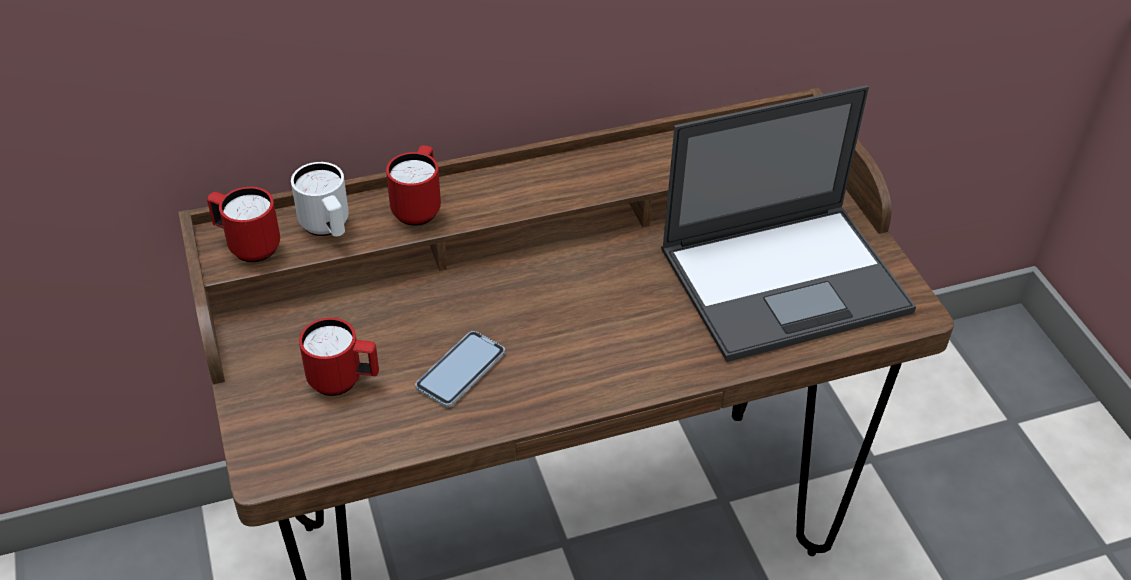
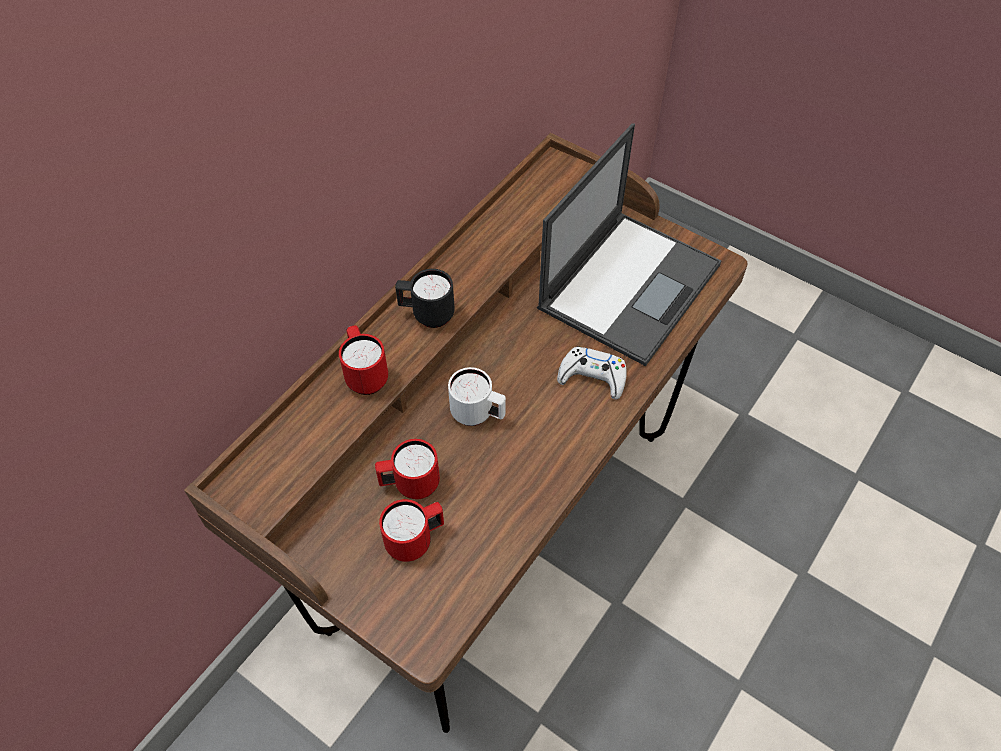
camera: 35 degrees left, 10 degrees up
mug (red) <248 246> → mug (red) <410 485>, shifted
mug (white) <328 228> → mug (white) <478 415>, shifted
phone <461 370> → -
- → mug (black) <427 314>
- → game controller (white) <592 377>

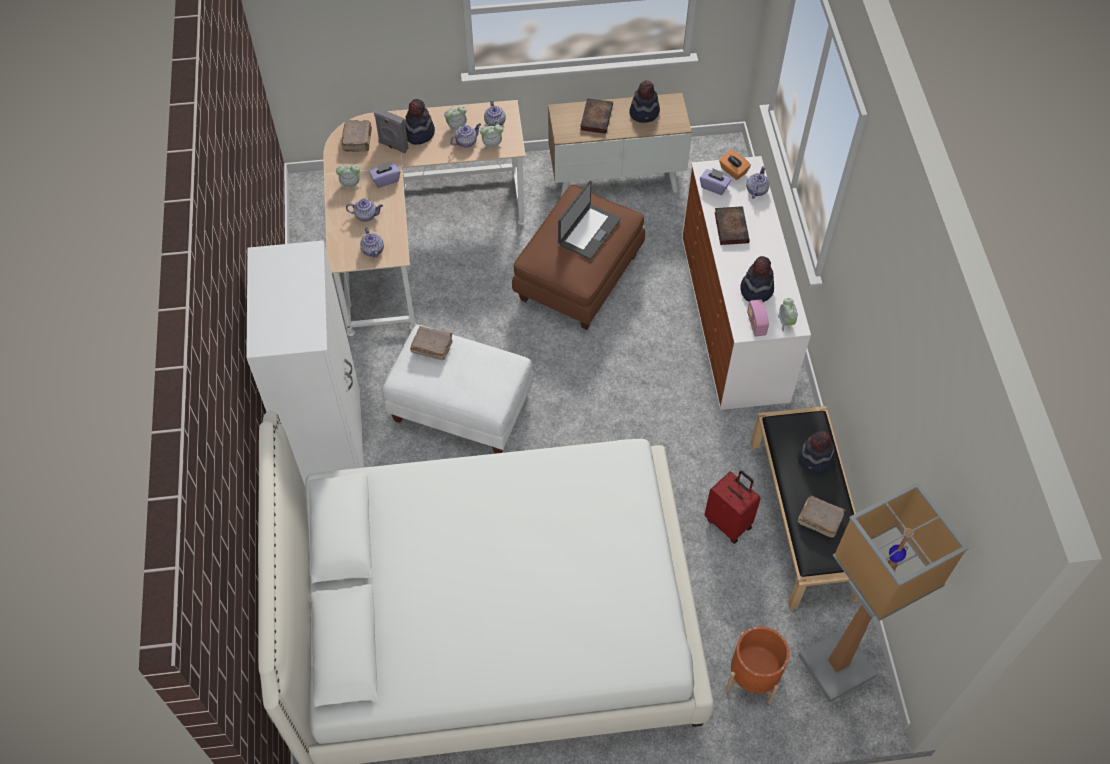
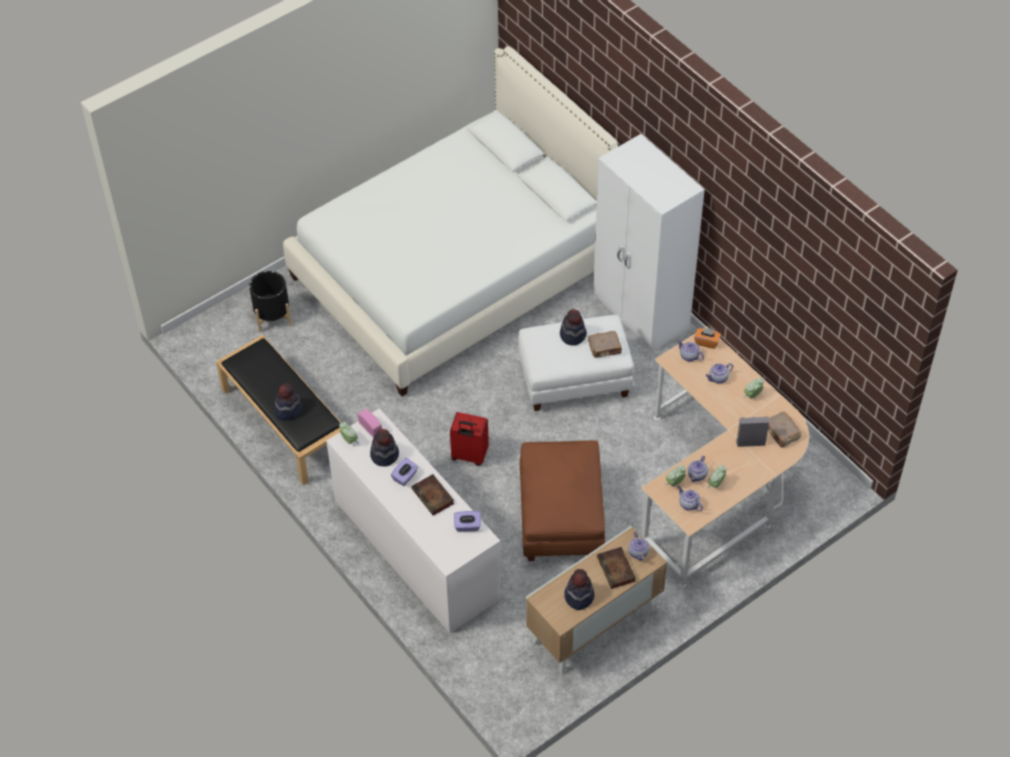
camera: 150 degrees right, 5 degrees down
tissue box (purple) <385 180> → tissue box (purple) <405 477>, shifted
hat <419 133> → hat <573 335>, shifted
laptop <588 231> → -
suitcase (red) <729 522> → suitcase (red) <469 456>, shifted
tissue box (orange) <733 171> → tissue box (orange) <706 342>, shifted
planter (orange) <753 676> → planter (black) <272 316>
teapot <756 190> → teapot <638 552>, shifted
floor lamp <836 667> → -
book (brown) <819 520> → -

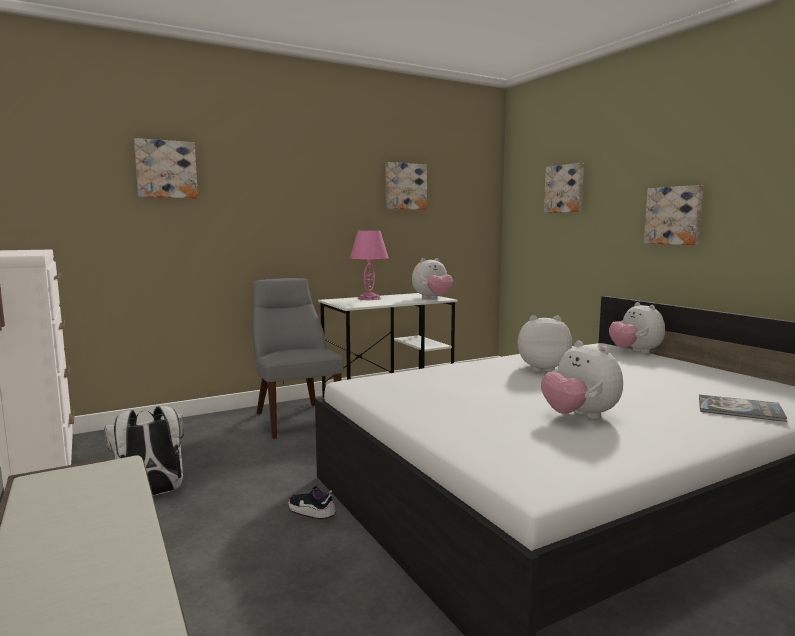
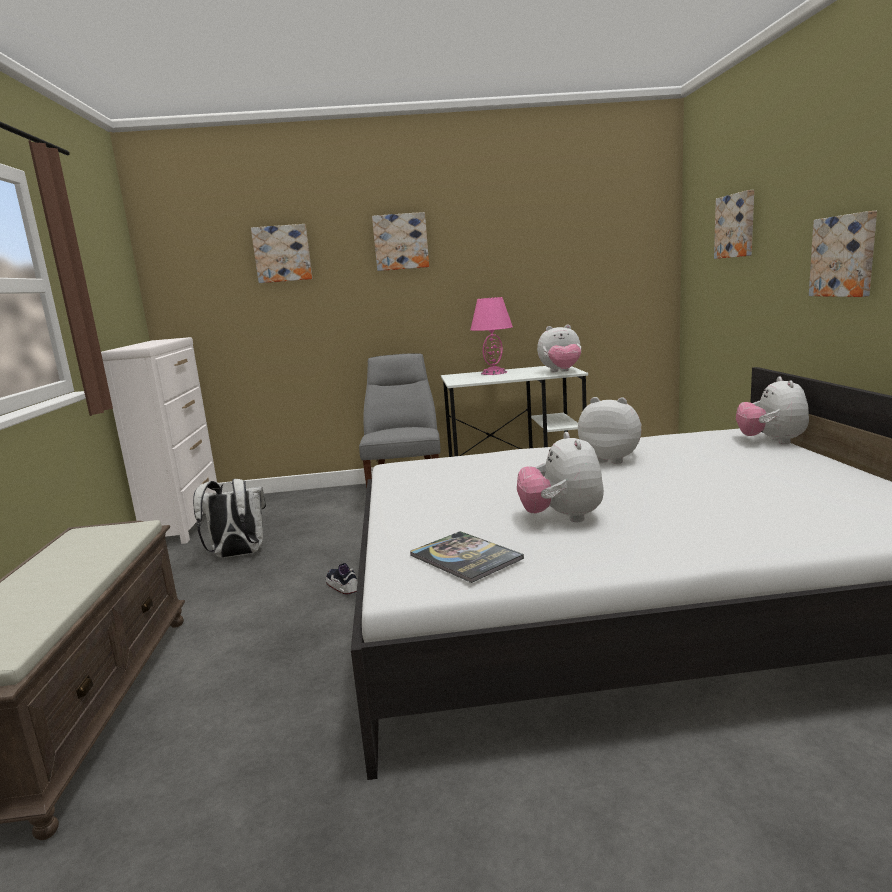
camera: 25 degrees right, 5 degrees up
picture <405 186> → picture <400 242>, shifted
book <739 409> → book <465 557>, shifted

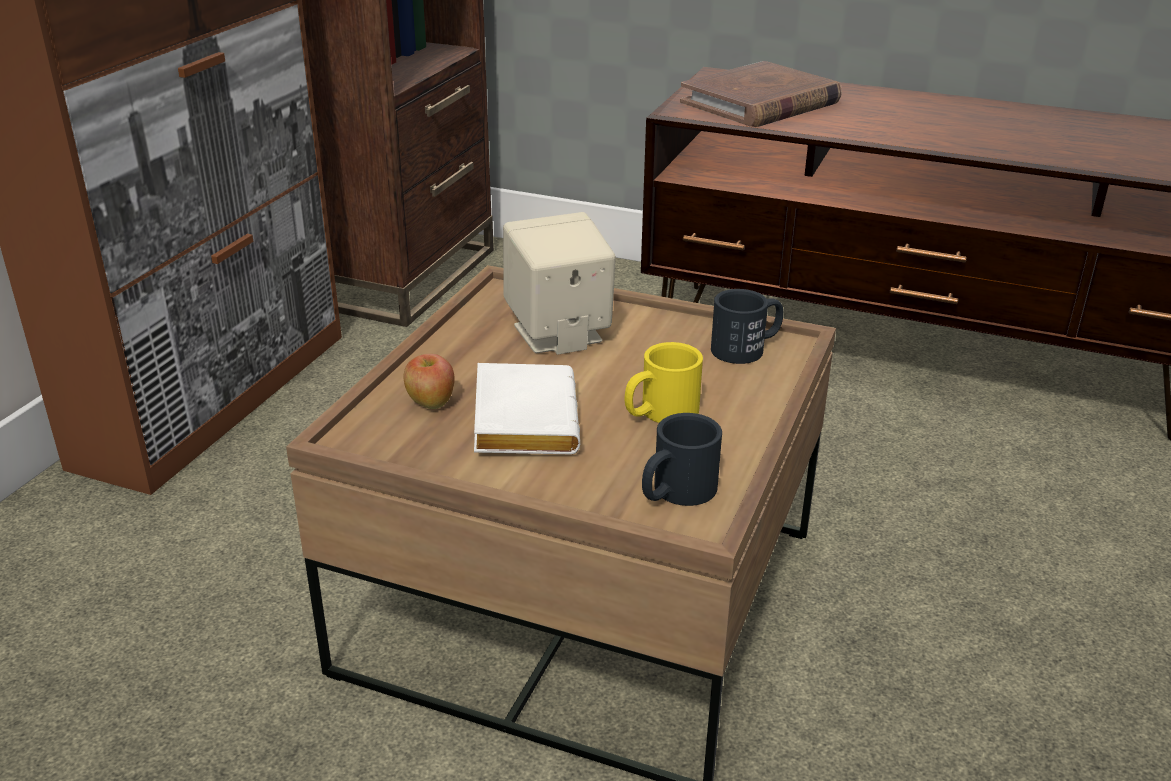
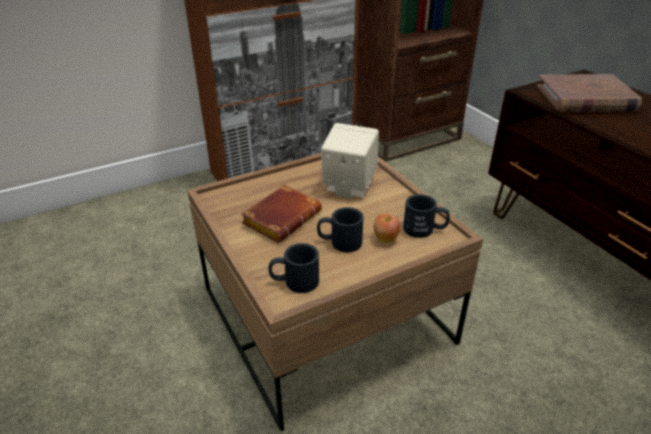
camera: 40 degrees right, 5 degrees up
apple <430 403> → apple <385 239>, shifted
book (white) <521 419> → book (brown) <281 217>
mug (yellow) <659 413> → mug (black) <339 242>

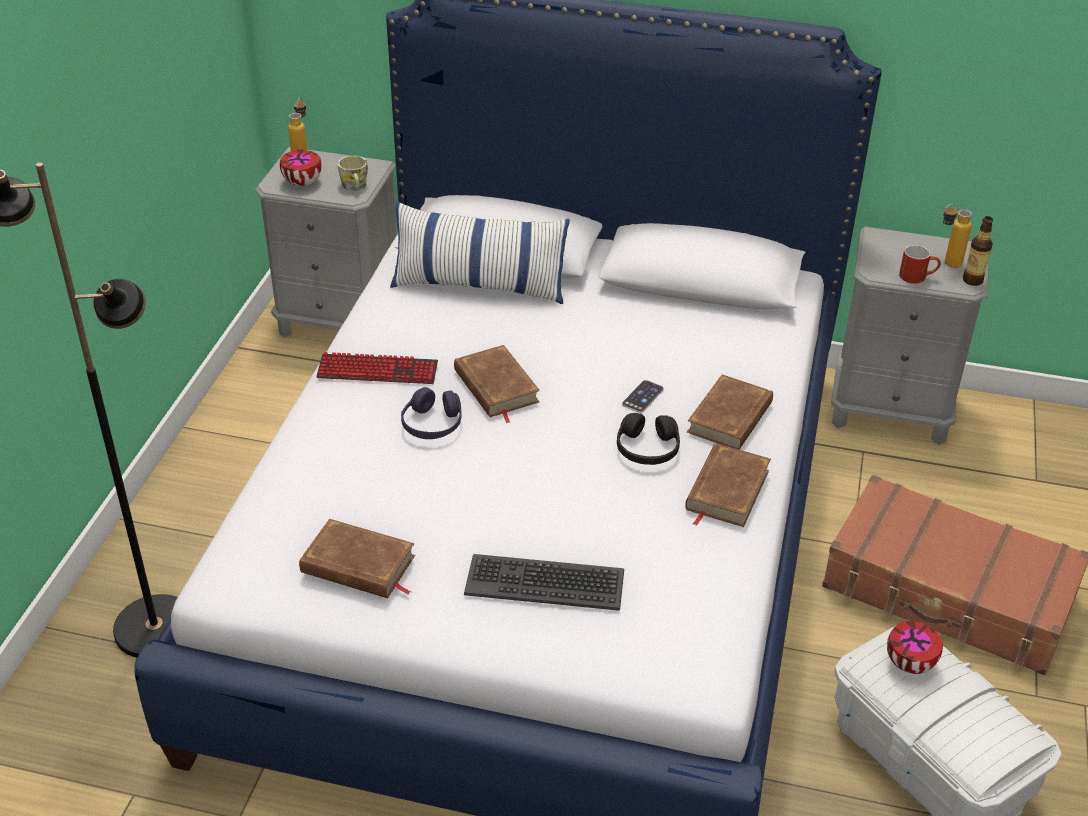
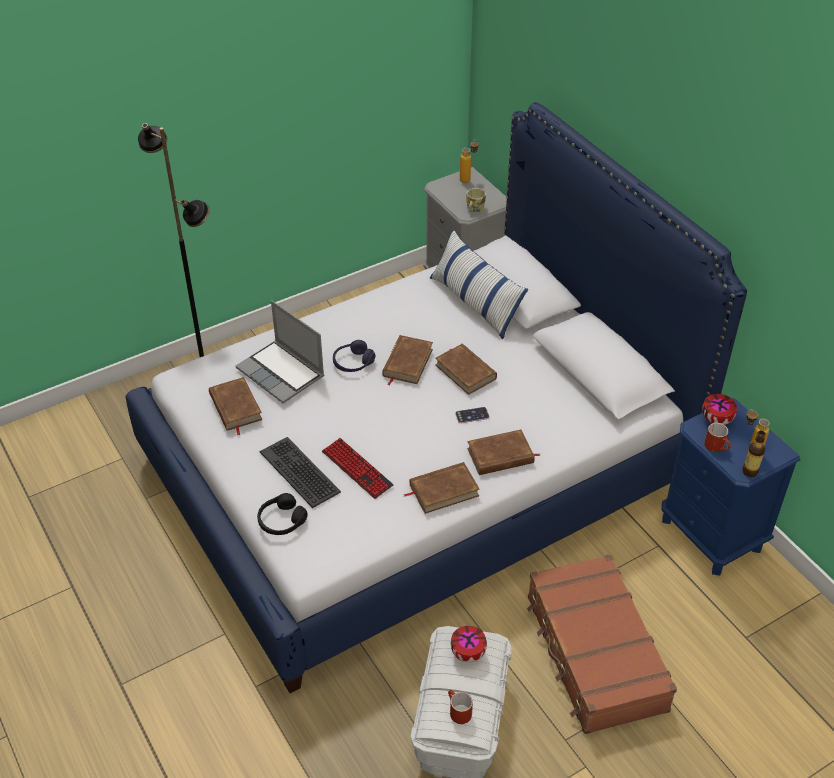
camera: 45 degrees right, 5 degrees up
bowl <302 183> → bowl <716 420>, shifted
keyboard <377 371> → keyboard <357 469>, shifted
headphones (black) <647 448> → headphones (black) <281 520>, shifted
nightstand (grey) <891 410> → nightstand (blue) <712 534>
- → laptop <282 373>
- → book (brown) <465 371>
- → mug (red) <457 711>

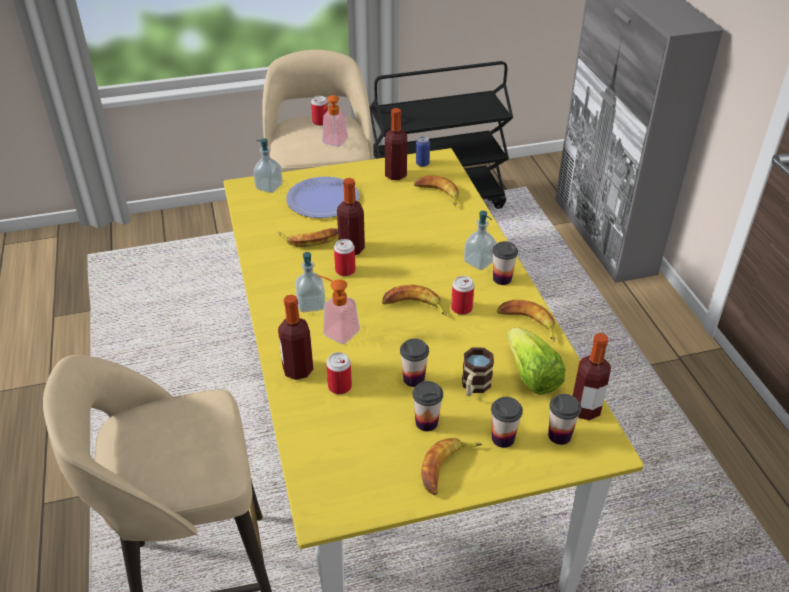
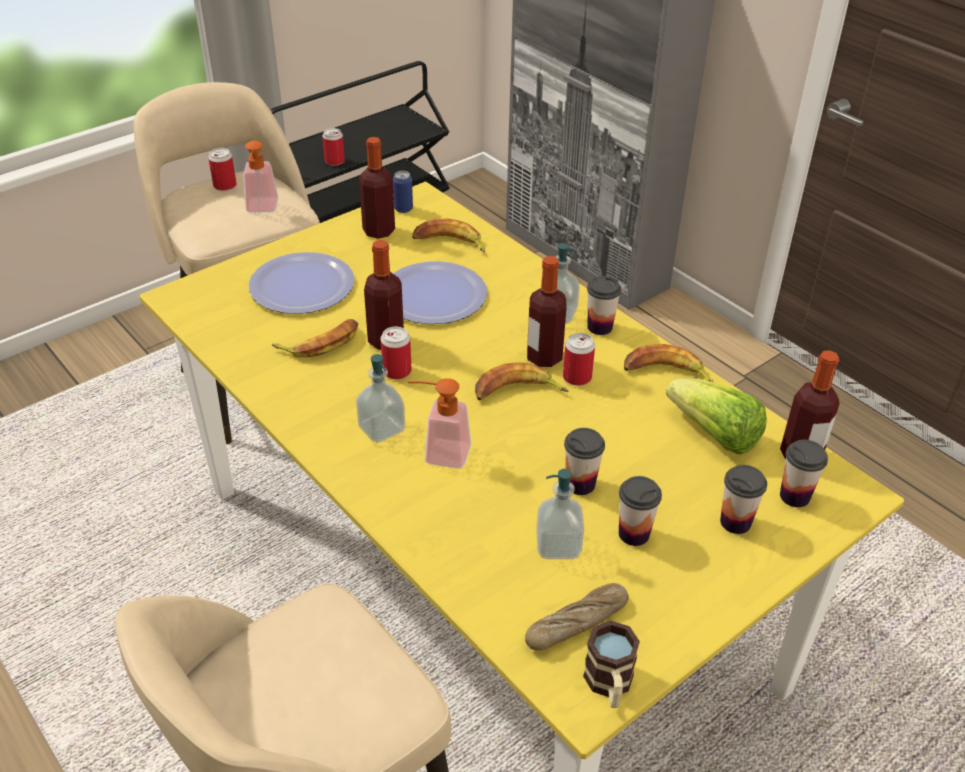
camera: 25 degrees left, 0 degrees up
soap dispenser <269 187> → soap dispenser <558 545>, shifted
bottle <298 370> → bottle <544 357>, shifted
can <339 386> → can <334 161>, shifted
banana <447 468> → -
mug <474 387> → mug <609 685>, shifted
- → plate <434 295>
- → bread <577 623>

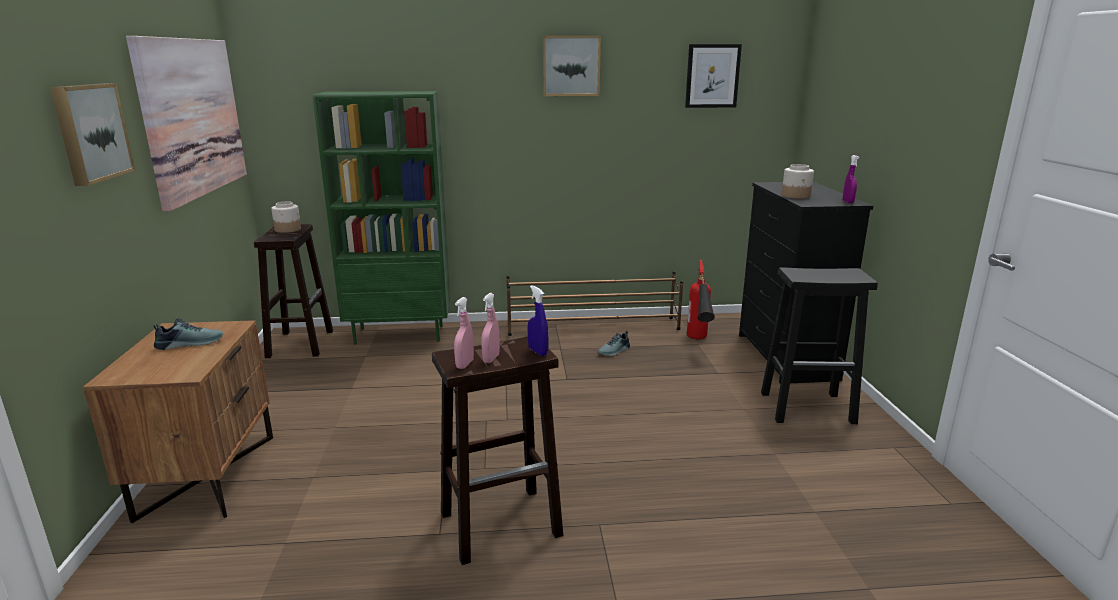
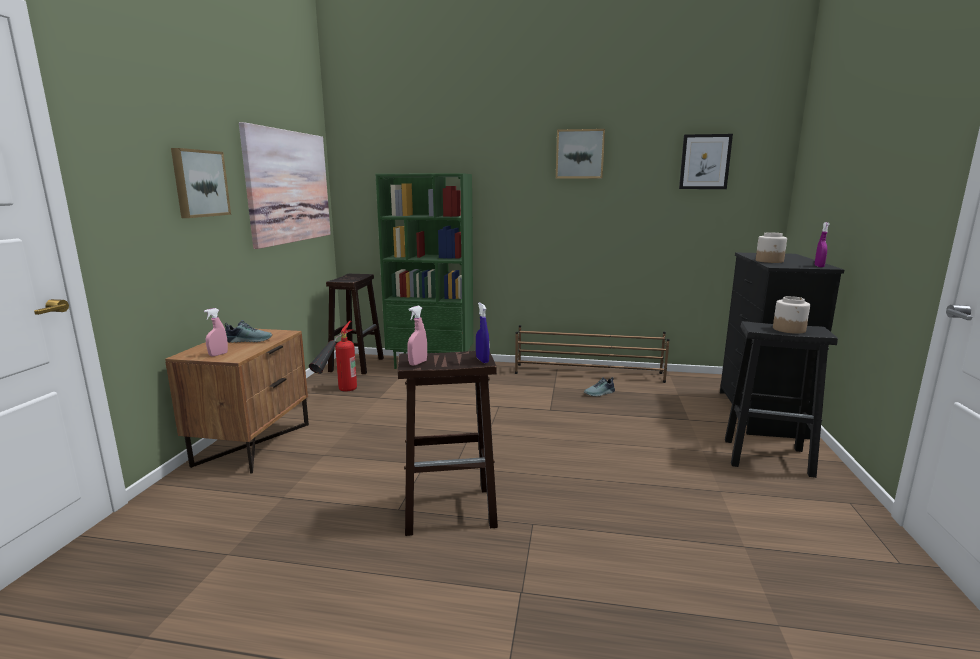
camera: 15 degrees right, 5 degrees down
jar <288 229> → jar <789 329>, shifted
spray bottle (pink) <491 359> → spray bottle (pink) <218 354>, shifted
fire extinguisher <698 343> → fire extinguisher <337 394>, shifted

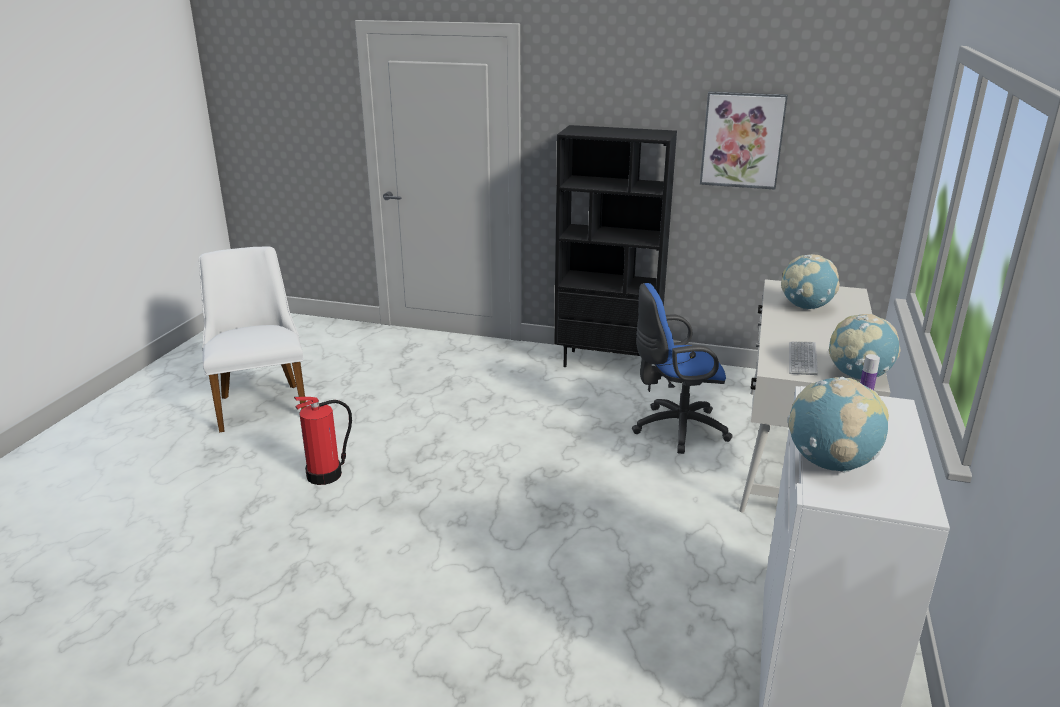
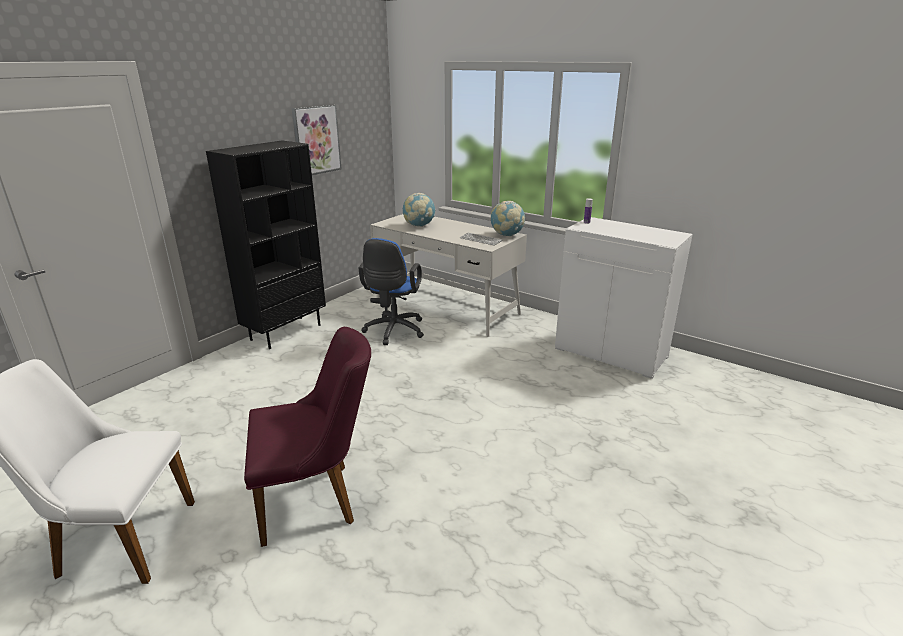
camera: 70 degrees left, 0 degrees up
fire extinguisher <325 474> → chair (purple) <317 499>
globe <830 463> → -

